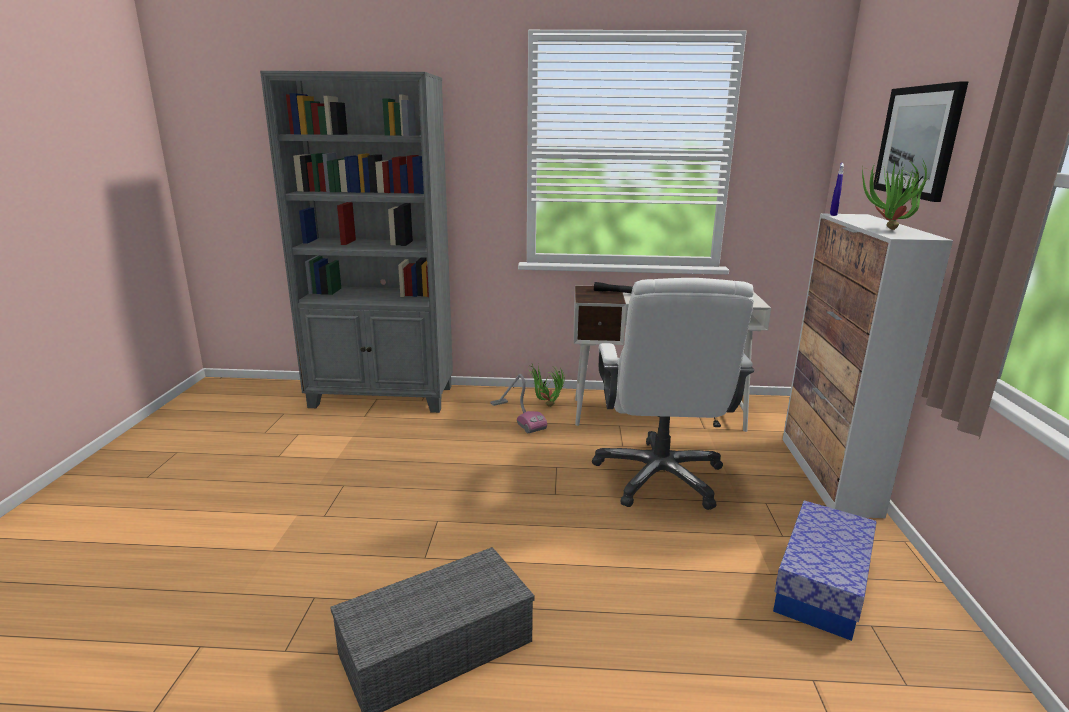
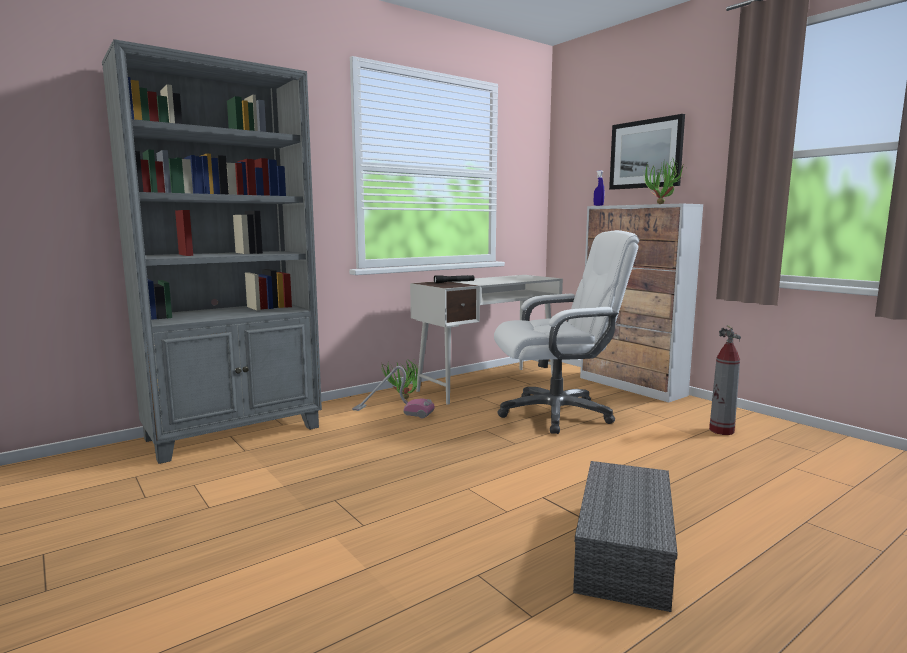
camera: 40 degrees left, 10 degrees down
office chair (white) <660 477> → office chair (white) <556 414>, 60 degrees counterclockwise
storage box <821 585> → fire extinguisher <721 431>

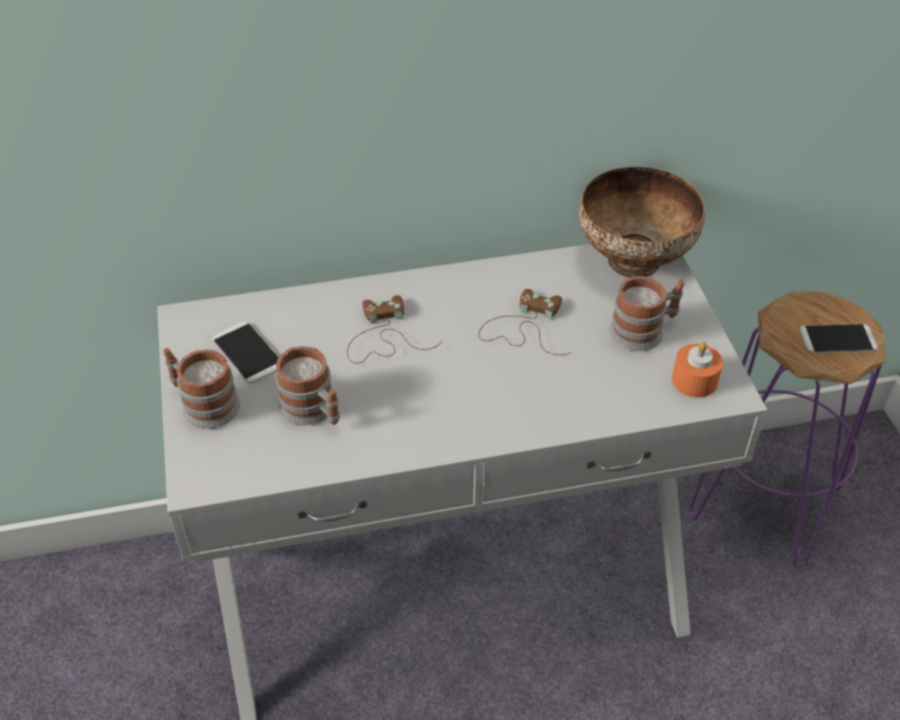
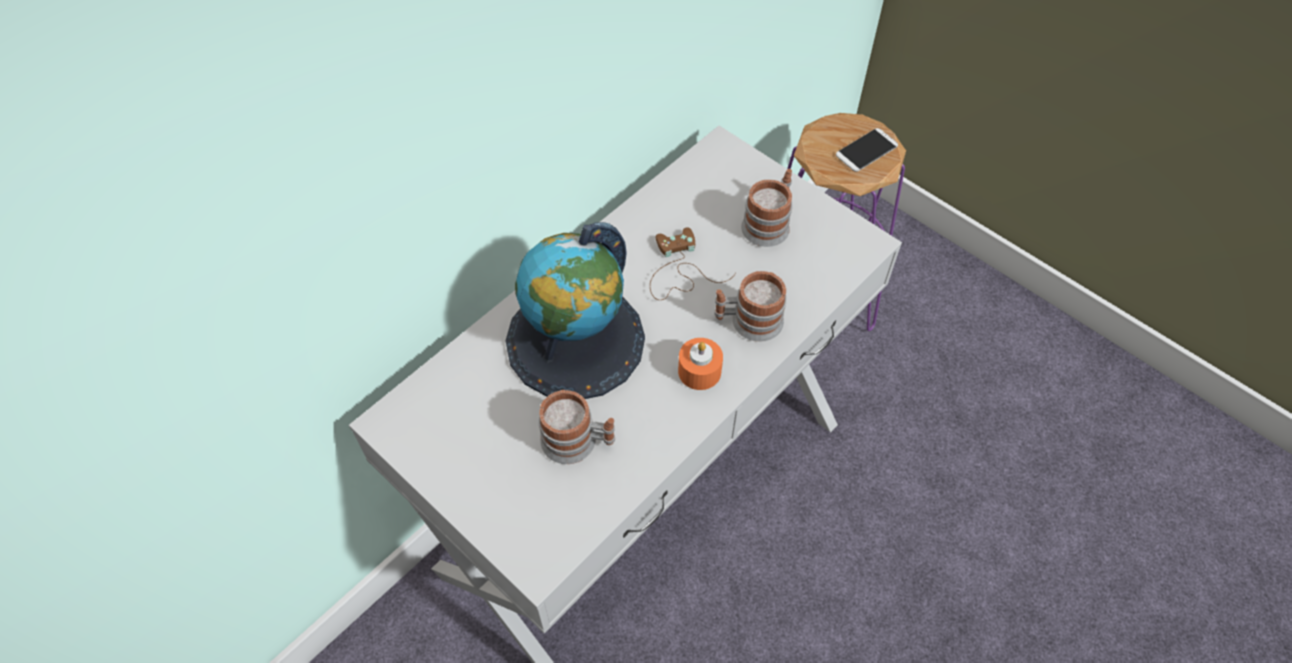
camera: 35 degrees left, 10 degrees up
mug <203 404> → mug <748 321>, shifted
phone <248 353> → -
game controller (brown) <383 336> → globe <575 341>
bowl <635 260> → -
candle (orange) <694 380> → candle (orange) <699 371>, shifted

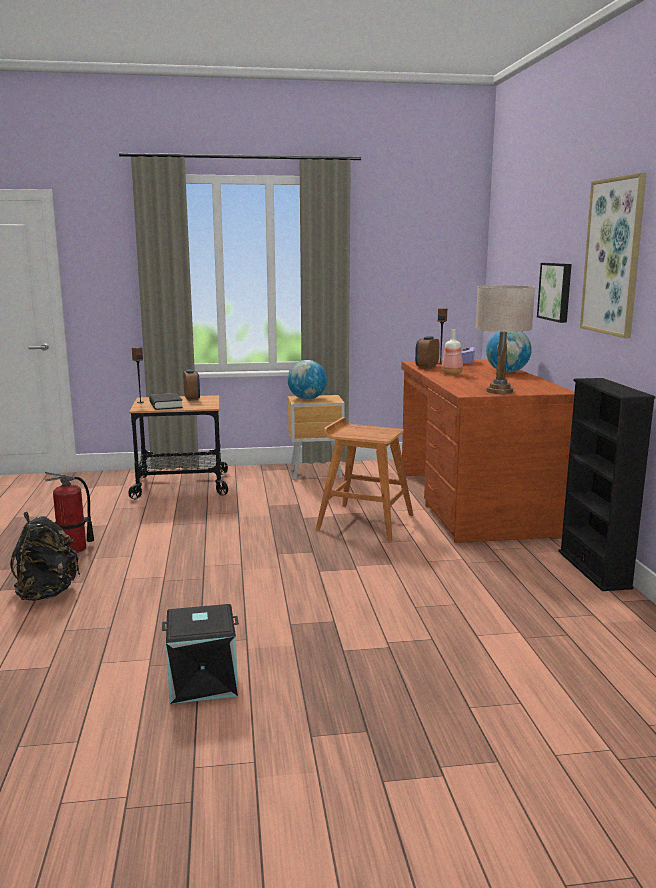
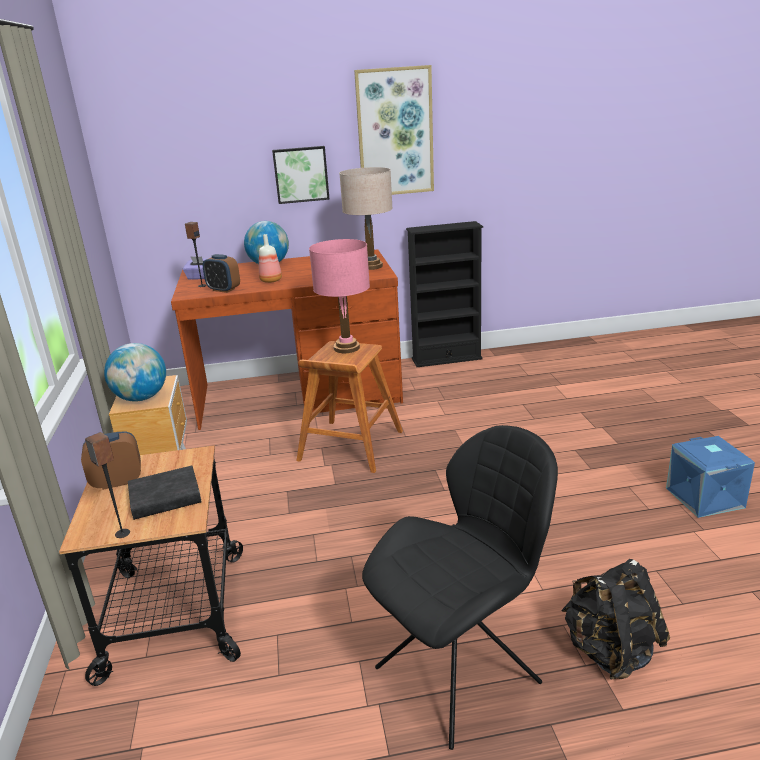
camera: 90 degrees left, 10 degrees up
fire extinguisher <73 549> → chair (black) <462 672>
storage box (black) <203 680> → storage box (blue) <703 497>
- → table lamp (pink) <346 348>

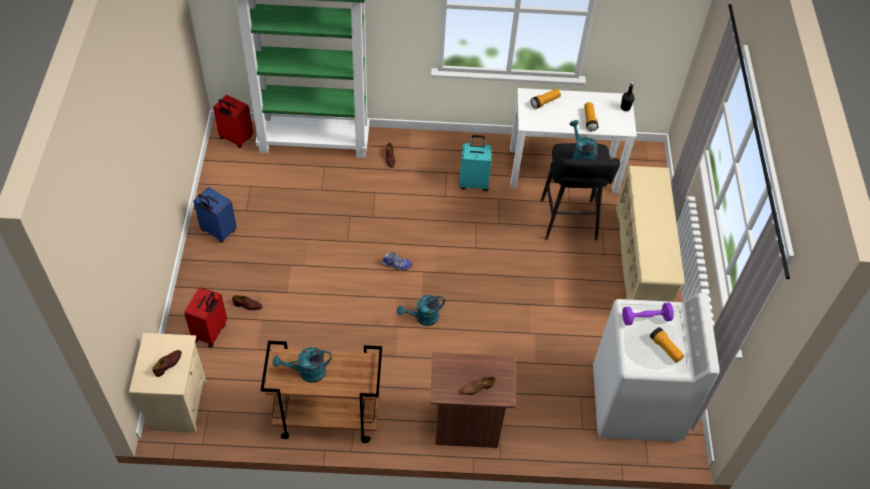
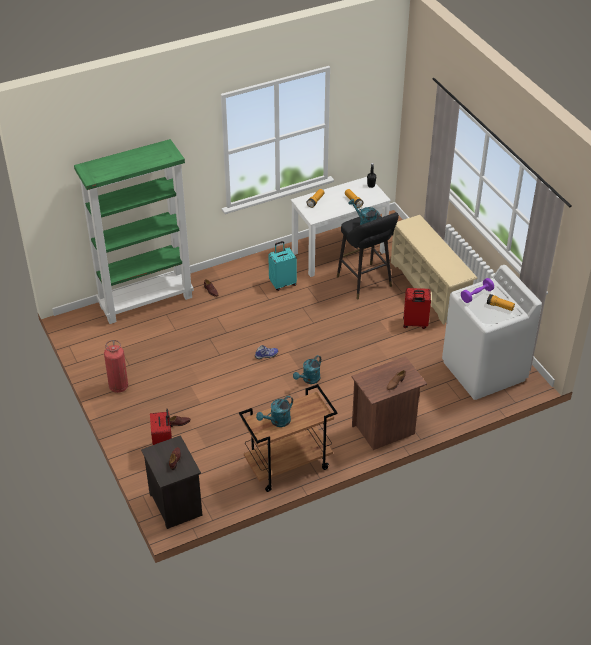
camera: 25 degrees left, 10 degrees down
nightstand (beige) <177 403> → nightstand (black) <174 504>
suitcase (blue) <218 231> → fire extinguisher <118 386>
suitcase (red) <235 138> → suitcase (red) <415 324>, shifted

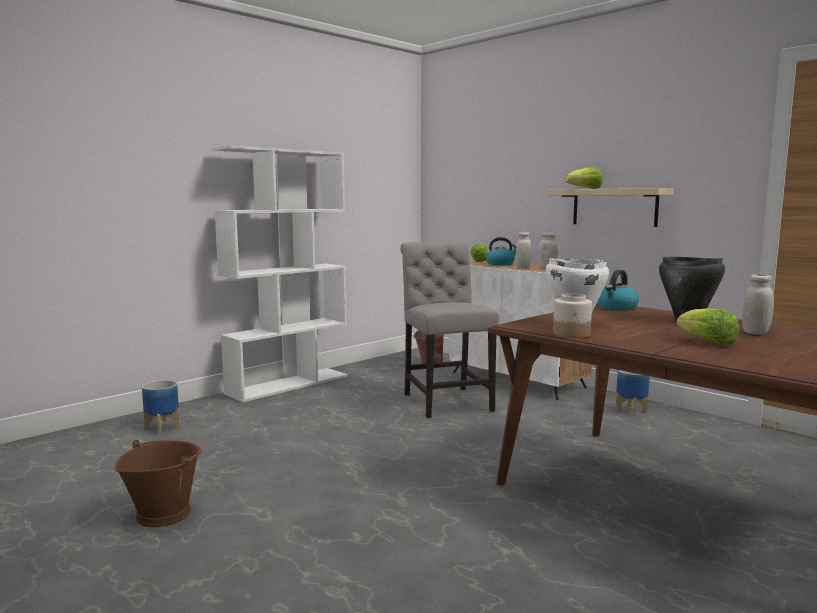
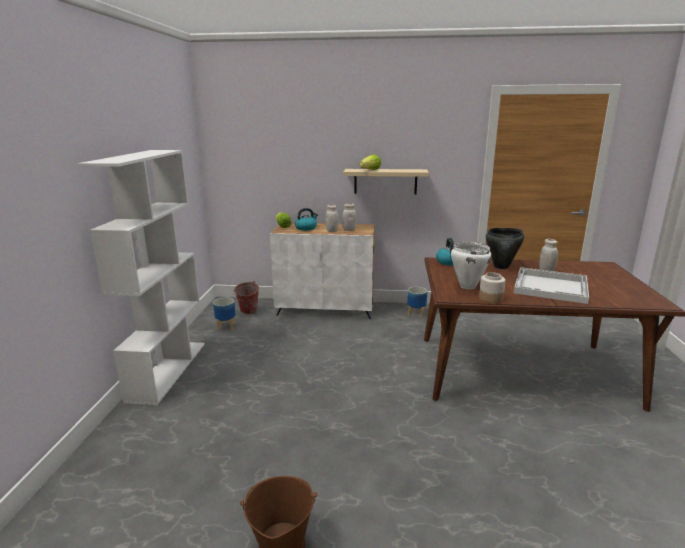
camera: 40 degrees left, 10 degrees up
planter <162 427> → planter <225 327>, shifted
chair (grey) <445 401> → -
lettuce <707 342> → tray (white) <551 287>

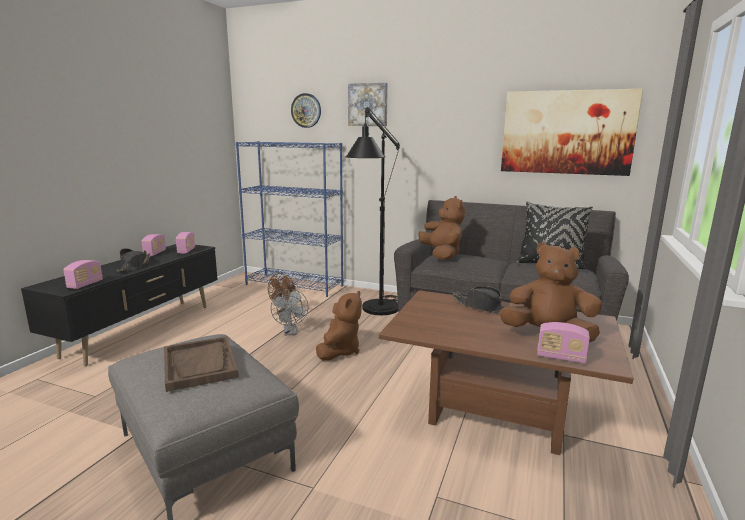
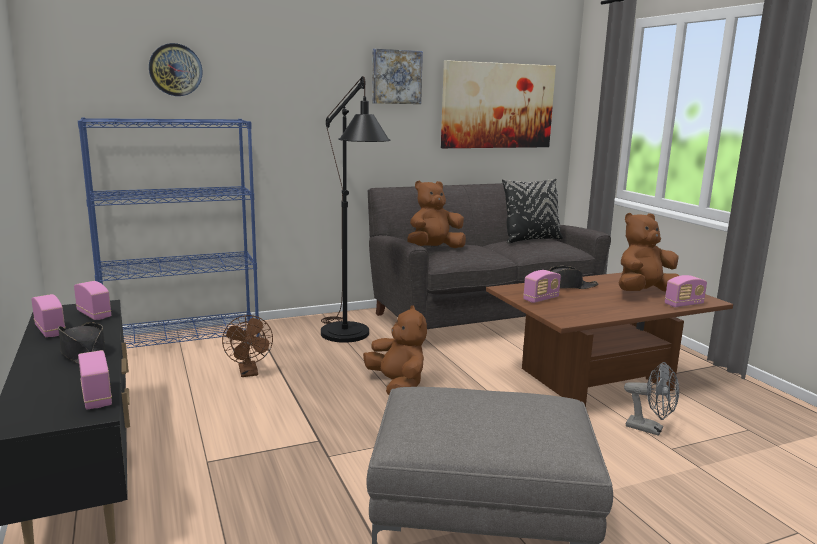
camera: 45 degrees left, 0 degrees up
tray (brown) <200 365> → -
fan (grey) <291 332> → fan (grey) <650 429>, shifted
picture <368 105> → picture <396 77>, shifted
plush toy (brown) <442 255> → plush toy (brown) <434 249>, 60 degrees counterclockwise
- → radio <541 299>

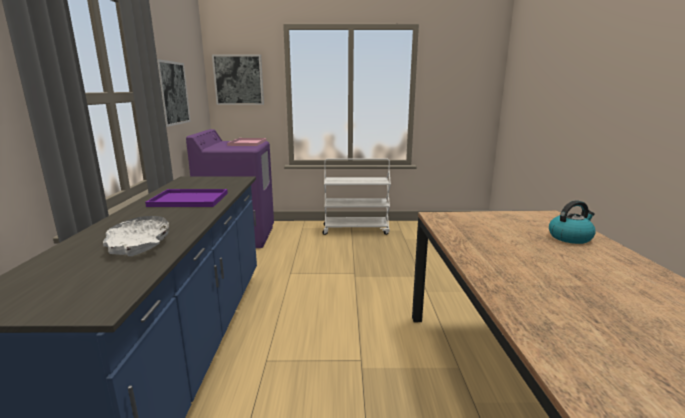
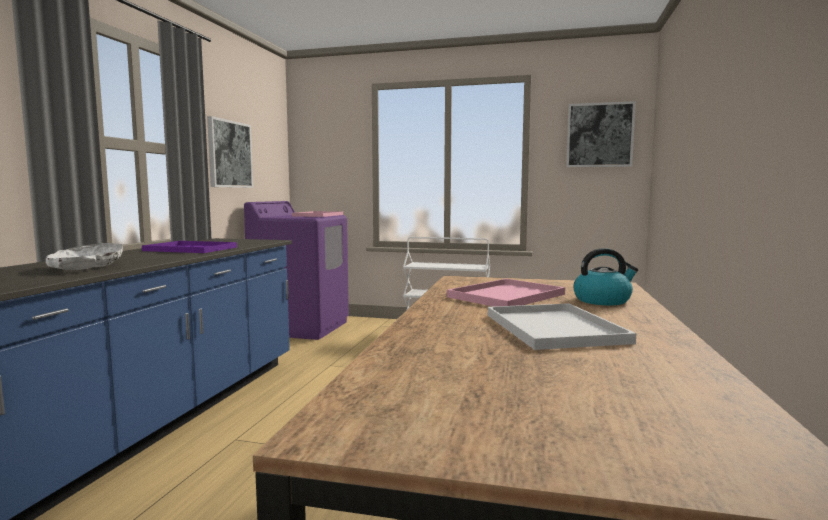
camera: 15 degrees right, 10 degrees down
picture <238 80> → picture <599 135>, shifted
- → tray (pink) <506 295>
- → tray (white) <556 329>

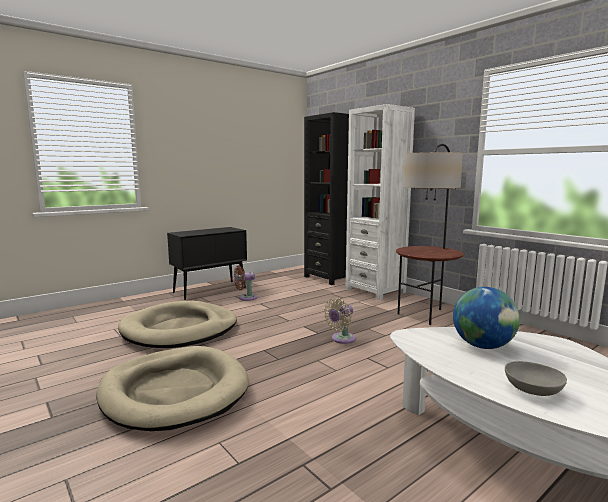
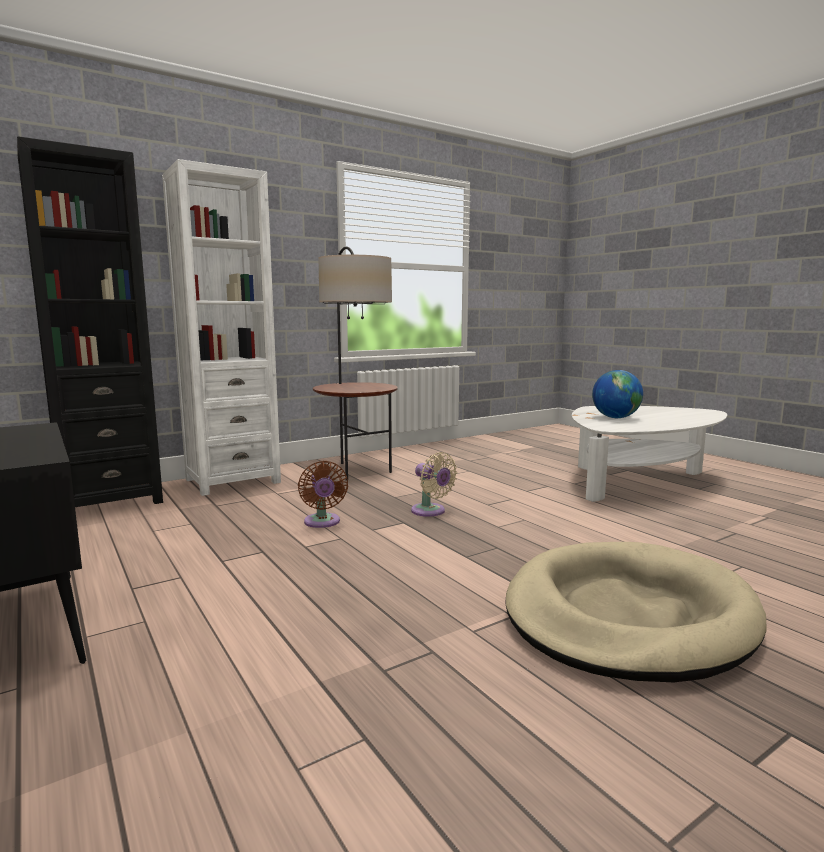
camera: 85 degrees left, 0 degrees up
dog bed (beige) <180 329> → -
fan (brown) <245 298> → fan (brown) <322 522>, shifted
bowl (grey) <532 390> → -

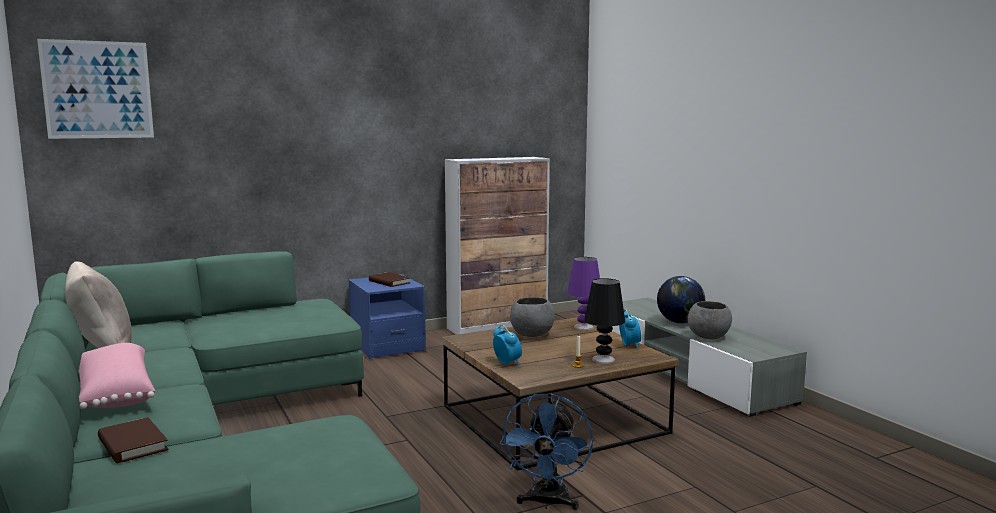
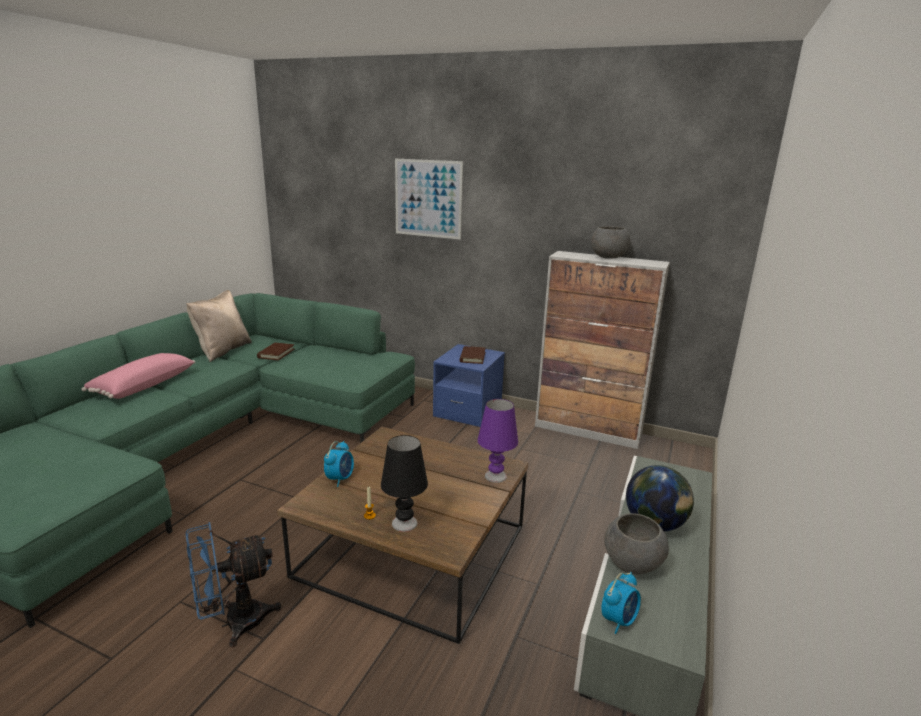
camera: 50 degrees right, 10 degrees up
picture <97 90> → picture <428 198>, shifted
book (brown) <132 444> → book (brown) <276 353>, shifted
bowl (grey) <532 335> → bowl (grey) <608 258>, shifted
alarm clock <629 345> → alarm clock <619 620>, shifted

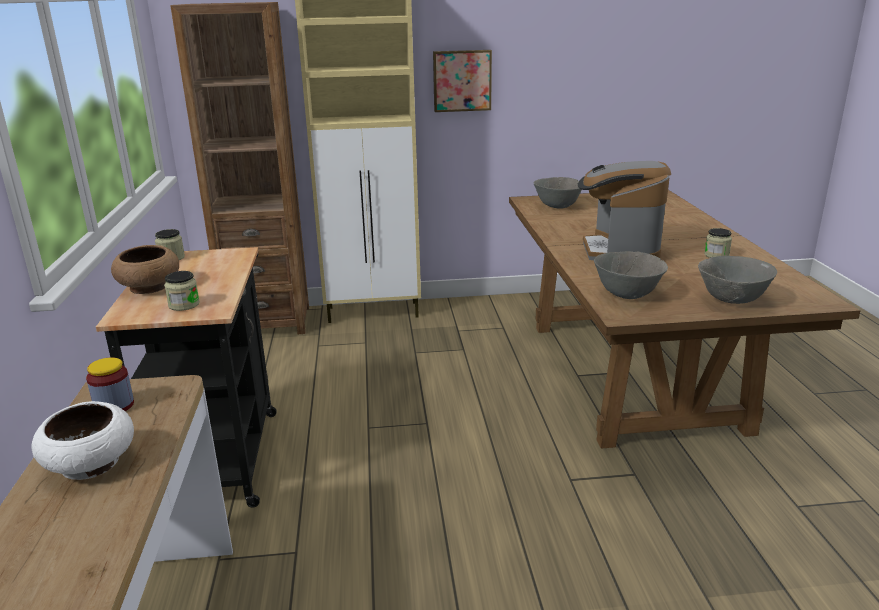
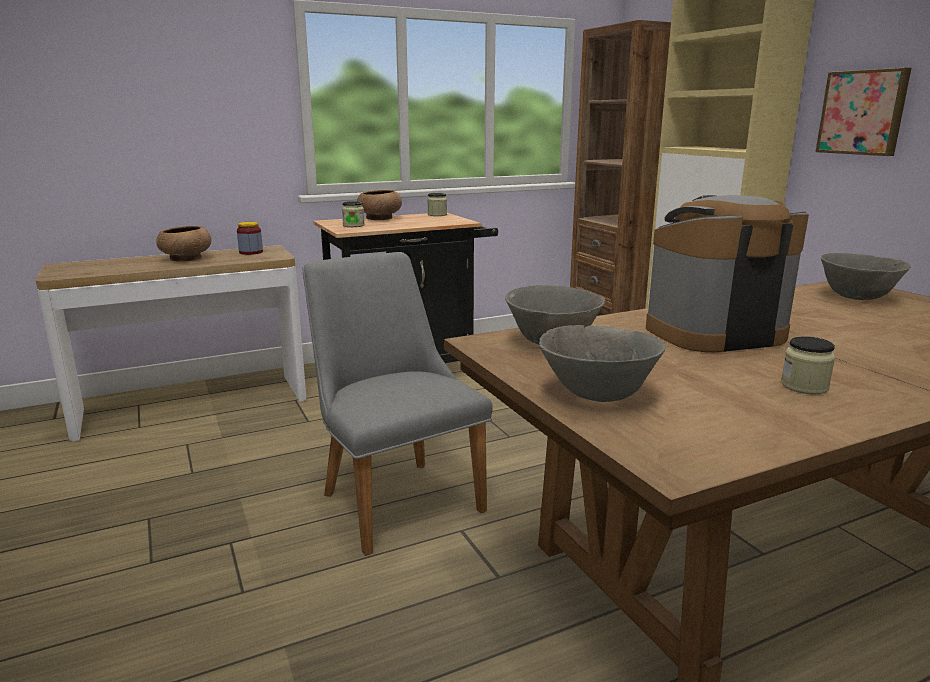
camera: 70 degrees right, 5 degrees down
bowl (white) <91 464> → bowl (brown) <186 259>
- → chair (grey) <393 495>

